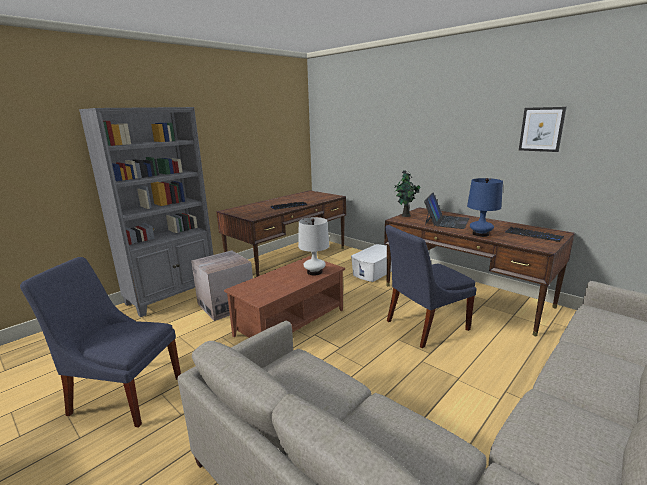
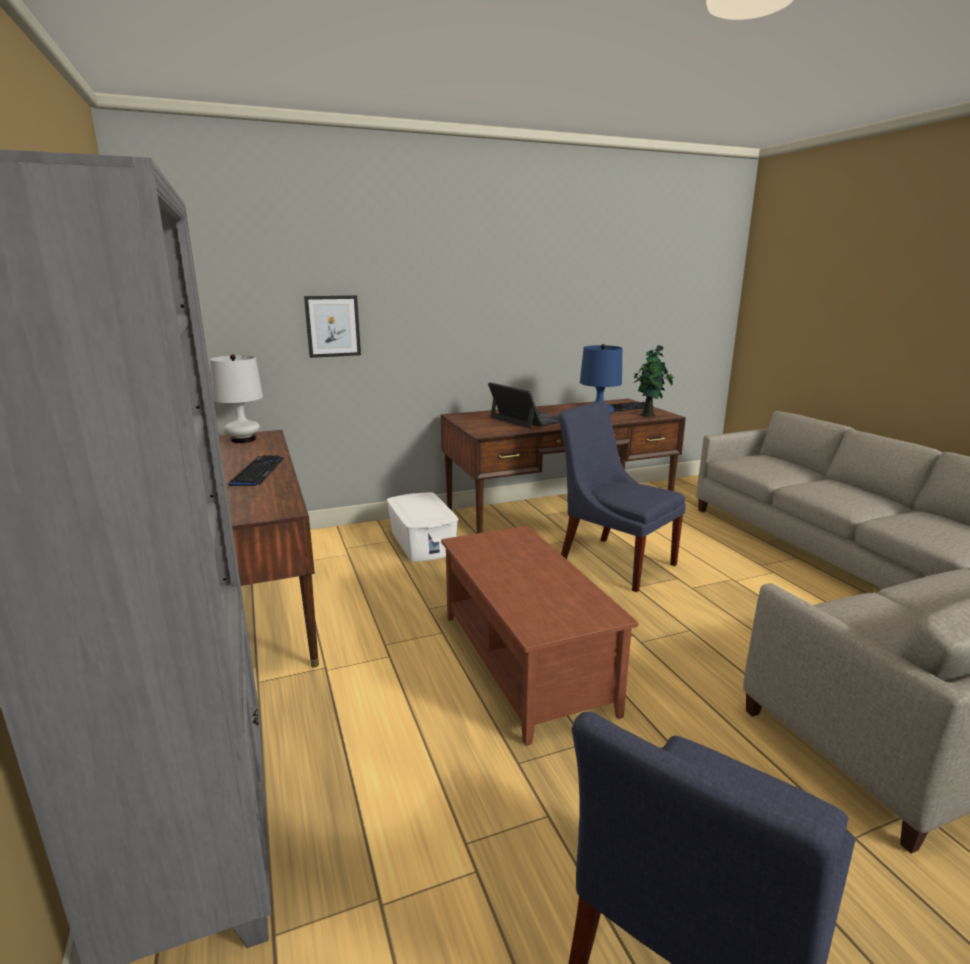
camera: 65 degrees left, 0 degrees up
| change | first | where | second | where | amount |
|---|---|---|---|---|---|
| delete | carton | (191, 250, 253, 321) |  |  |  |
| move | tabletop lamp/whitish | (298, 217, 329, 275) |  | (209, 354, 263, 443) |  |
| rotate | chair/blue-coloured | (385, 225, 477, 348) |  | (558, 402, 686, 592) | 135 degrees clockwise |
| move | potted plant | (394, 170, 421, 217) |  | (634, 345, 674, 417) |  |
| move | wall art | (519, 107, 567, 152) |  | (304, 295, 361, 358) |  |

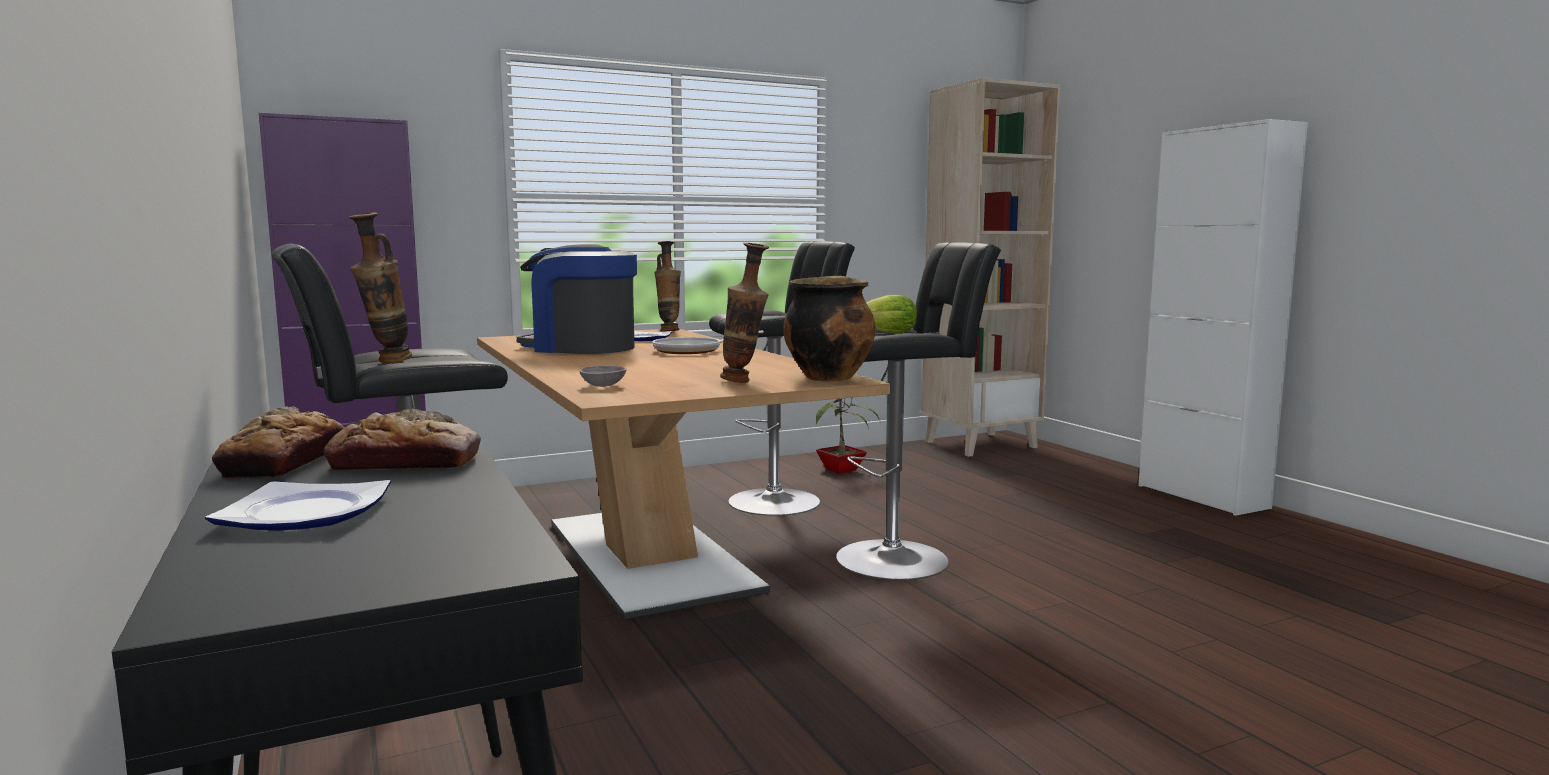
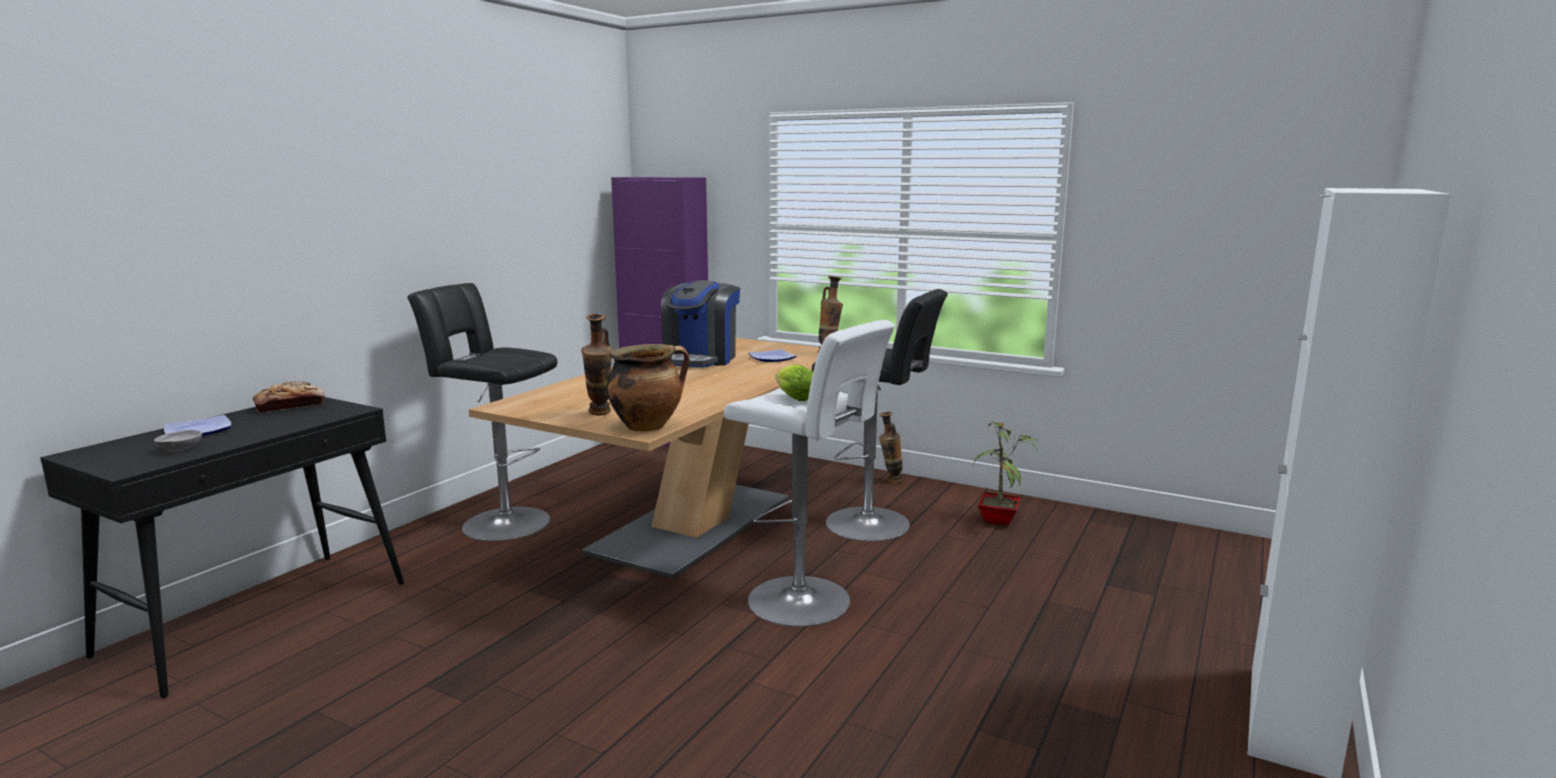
camera: 55 degrees right, 5 degrees up
| change | first | where | second | where | amount |
|---|---|---|---|---|---|
| delete | bakery bread | (323, 409, 481, 471) |  |  |  |
| move | flower vase | (349, 212, 412, 363) |  | (879, 412, 903, 483) |  |
| rotate | coffee maker | (517, 244, 637, 354) |  | (661, 280, 740, 368) | 150 degrees counterclockwise |
| move | deep dish/grey | (579, 366, 627, 387) |  | (154, 430, 202, 451) |  |
| delete | skillet | (652, 331, 764, 354) |  |  |  |
| recolor | stool/black-coloured | (836, 242, 1001, 580) | stool/whitish | (724, 320, 895, 627) |  |
| delete | bookshelf/sand-coloured | (922, 78, 1060, 457) |  |  |  |

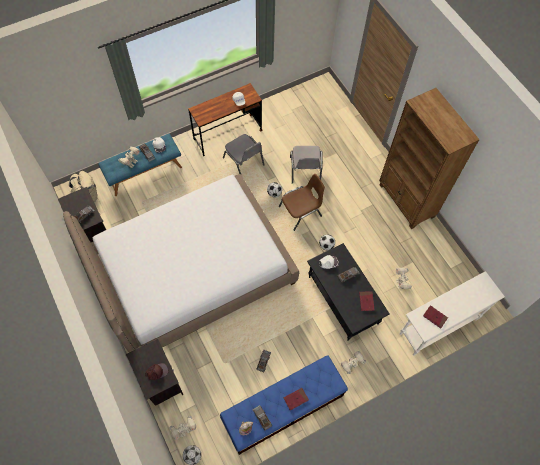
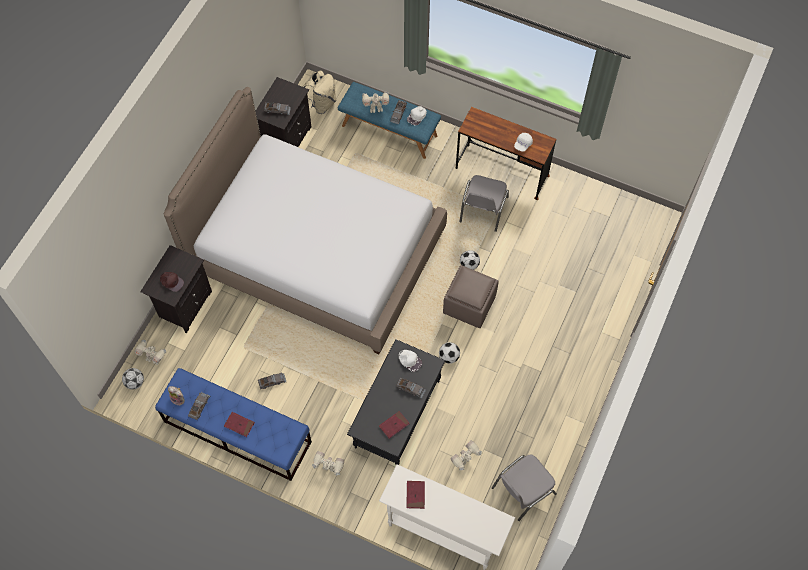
camera: 55 degrees right, 0 degrees up
| change | first | where | second | where | amount |
|---|---|---|---|---|---|
| replace | chair/brown | (279, 174, 325, 231) | ottoman/brown | (443, 265, 499, 328) |  |
| move | chair/grey | (290, 146, 323, 184) |  | (492, 454, 557, 521) |  |
| delete | bookshelf/brown | (379, 88, 480, 229) |  |  |  |

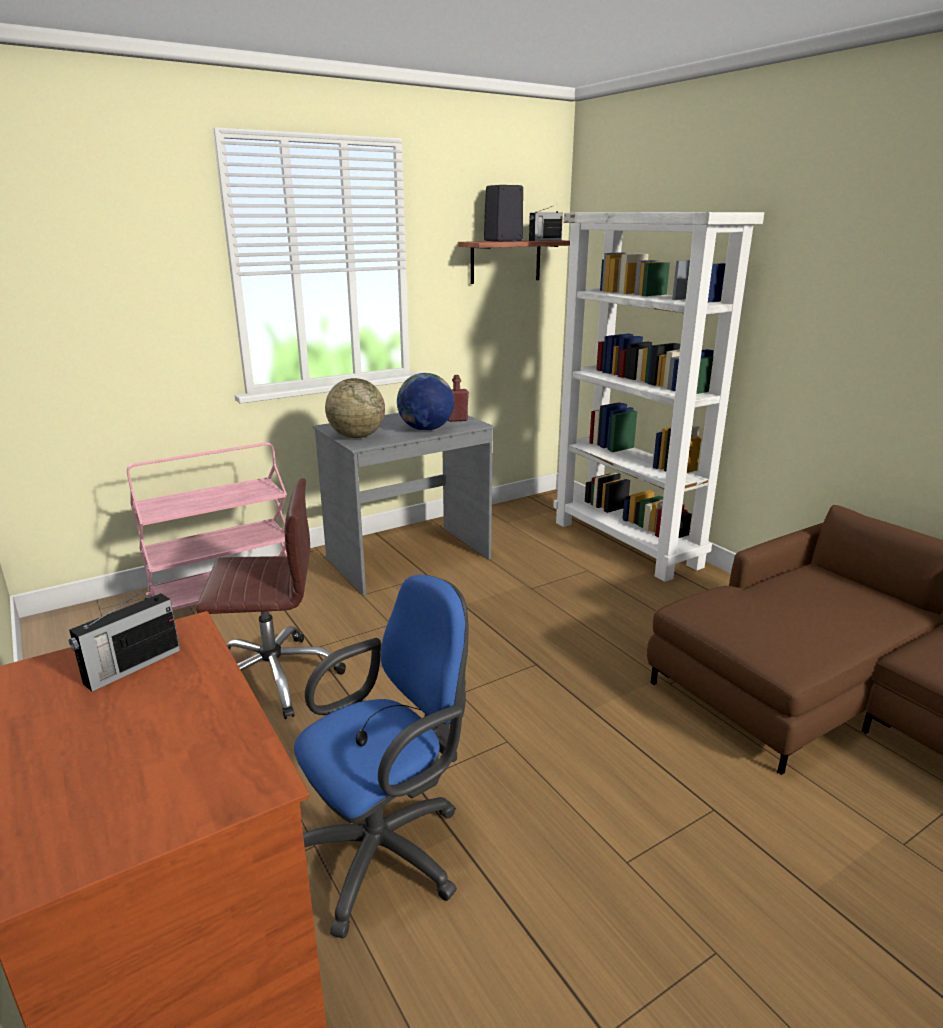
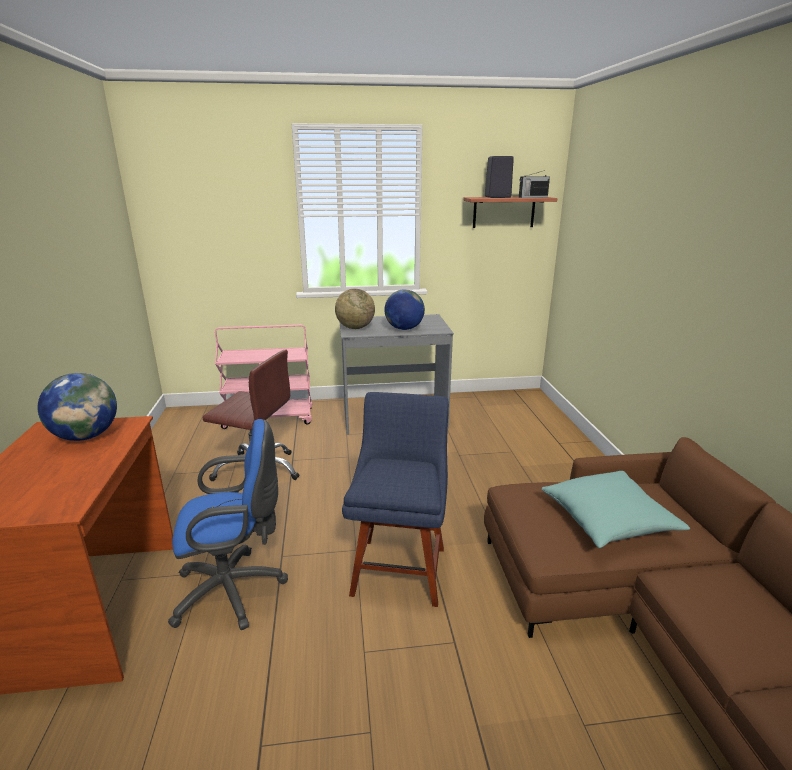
camera: 25 degrees right, 0 degrees up
| change | first | where | second | where | amount |
|---|---|---|---|---|---|
| replace | radio receiver | (69, 585, 180, 692) | world globe | (38, 373, 117, 441) |  |
| delete | beverage bottle/red-coloured | (448, 375, 469, 422) |  |  |  |
| delete | bookshelf/whitish | (553, 212, 764, 582) |  |  |  |
| insert |  |  | chair/blue-coloured | (342, 392, 449, 607) |  |
| insert |  |  | cushion/turquoise-coloured | (541, 471, 690, 548) |  |

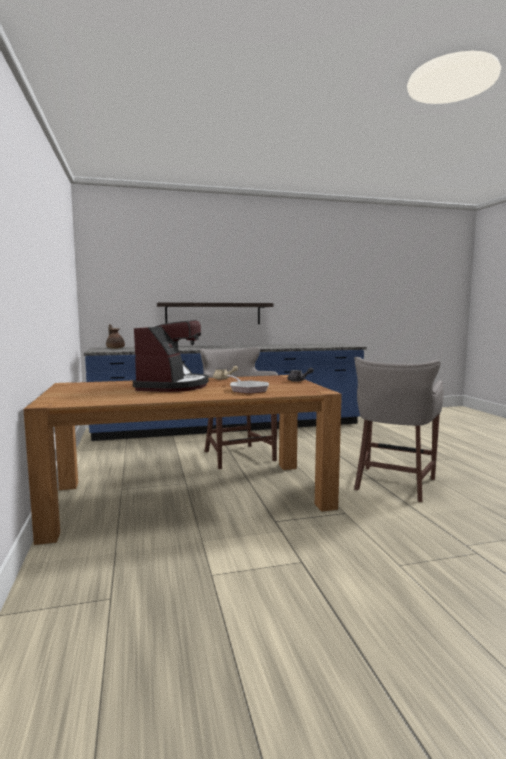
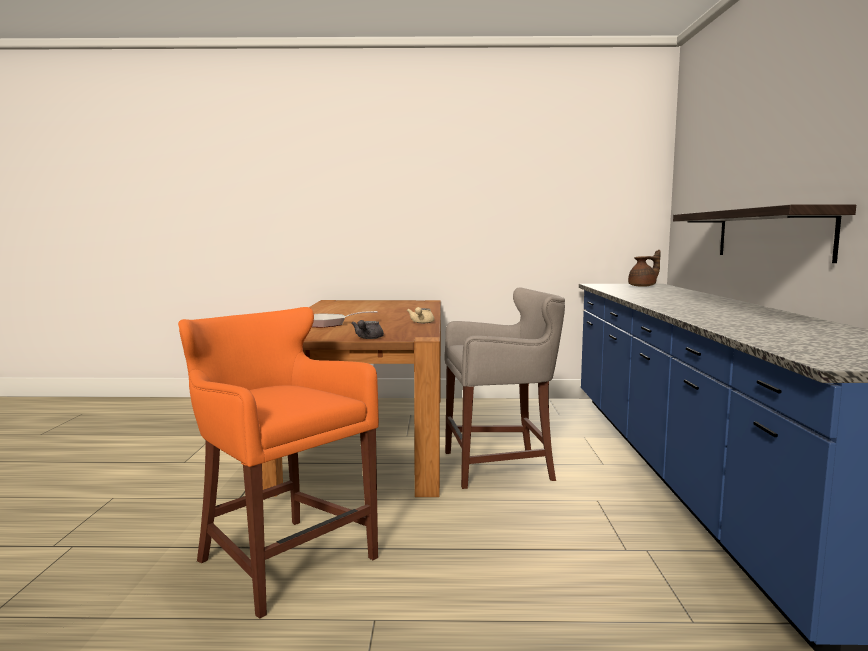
camera: 105 degrees right, 0 degrees up
| change | first | where | second | where | amount |
|---|---|---|---|---|---|
| delete | coffee maker | (133, 320, 209, 392) |  |  |  |
| recolor | stool/grey | (354, 357, 444, 502) | stool/orangey | (178, 307, 379, 619) |  |

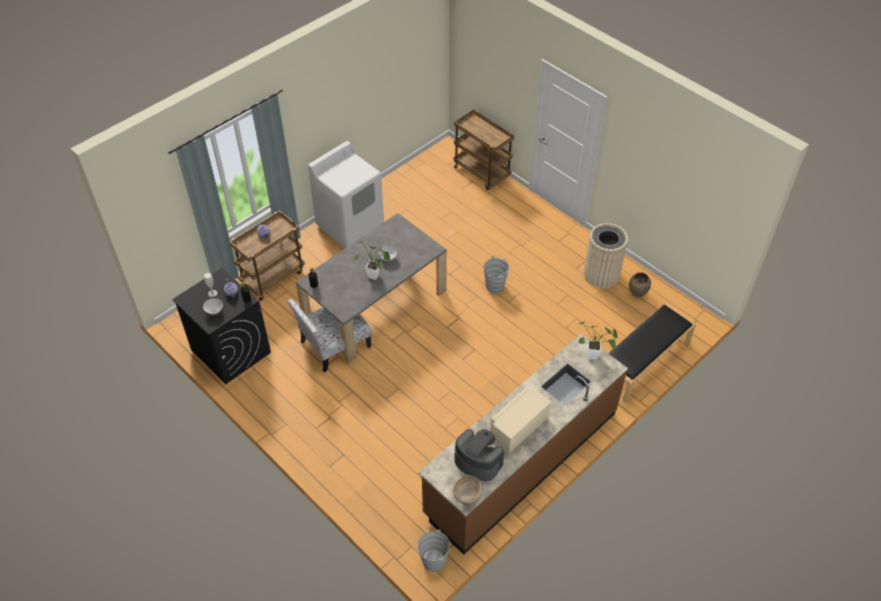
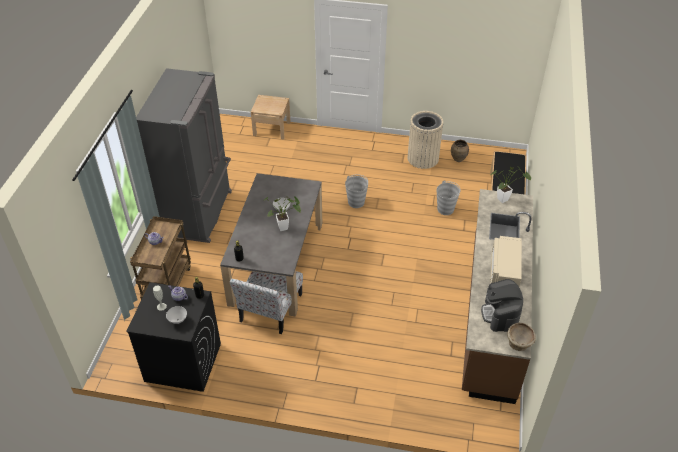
camera: 35 degrees left, 5 degrees down
| change | first | where | second | where | amount |
|---|---|---|---|---|---|
| replace | laundry machine/whitish | (308, 141, 384, 248) | fridge/grey | (136, 68, 232, 243) |  |
| move | water bucket/grey | (418, 529, 450, 572) |  | (437, 180, 461, 215) |  |
| replace | trolley/brown | (453, 109, 514, 190) | nightstand/sand-coloured | (251, 95, 291, 140) |  |
| rotate | coffee maker | (455, 429, 504, 481) |  | (481, 279, 523, 332) | 90 degrees counterclockwise |

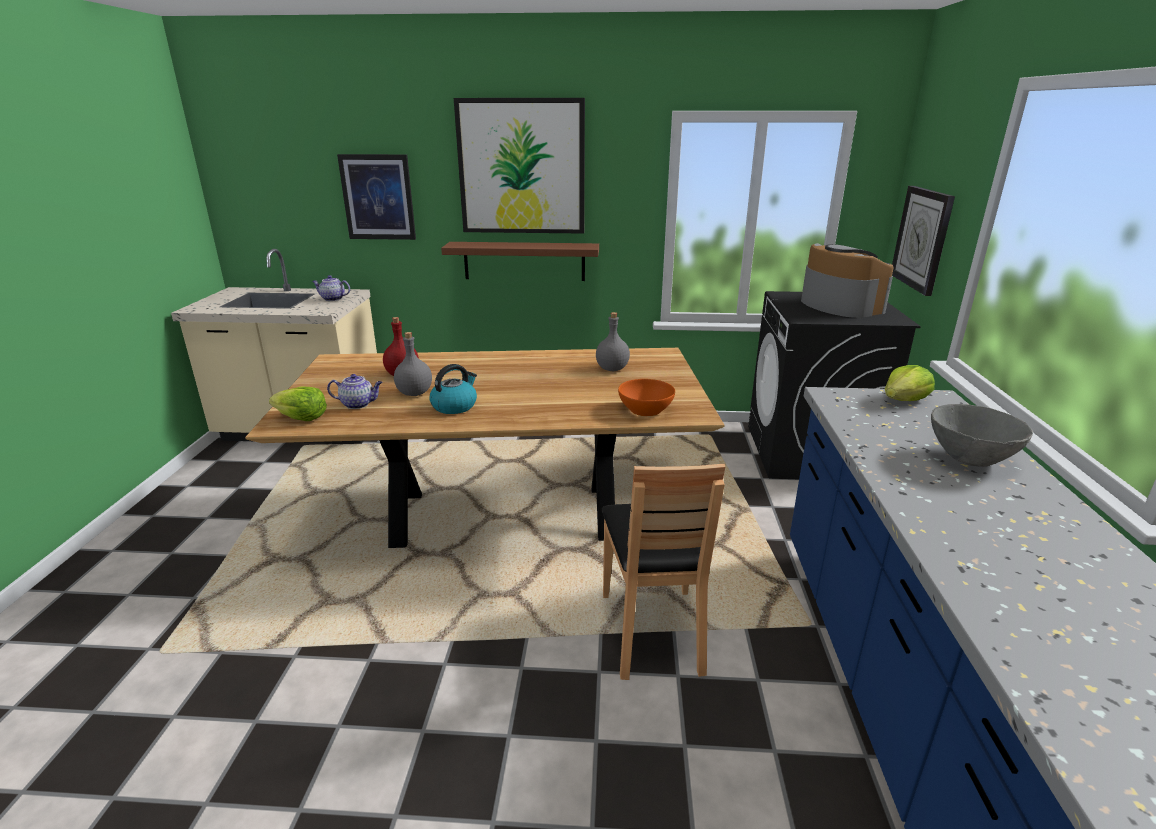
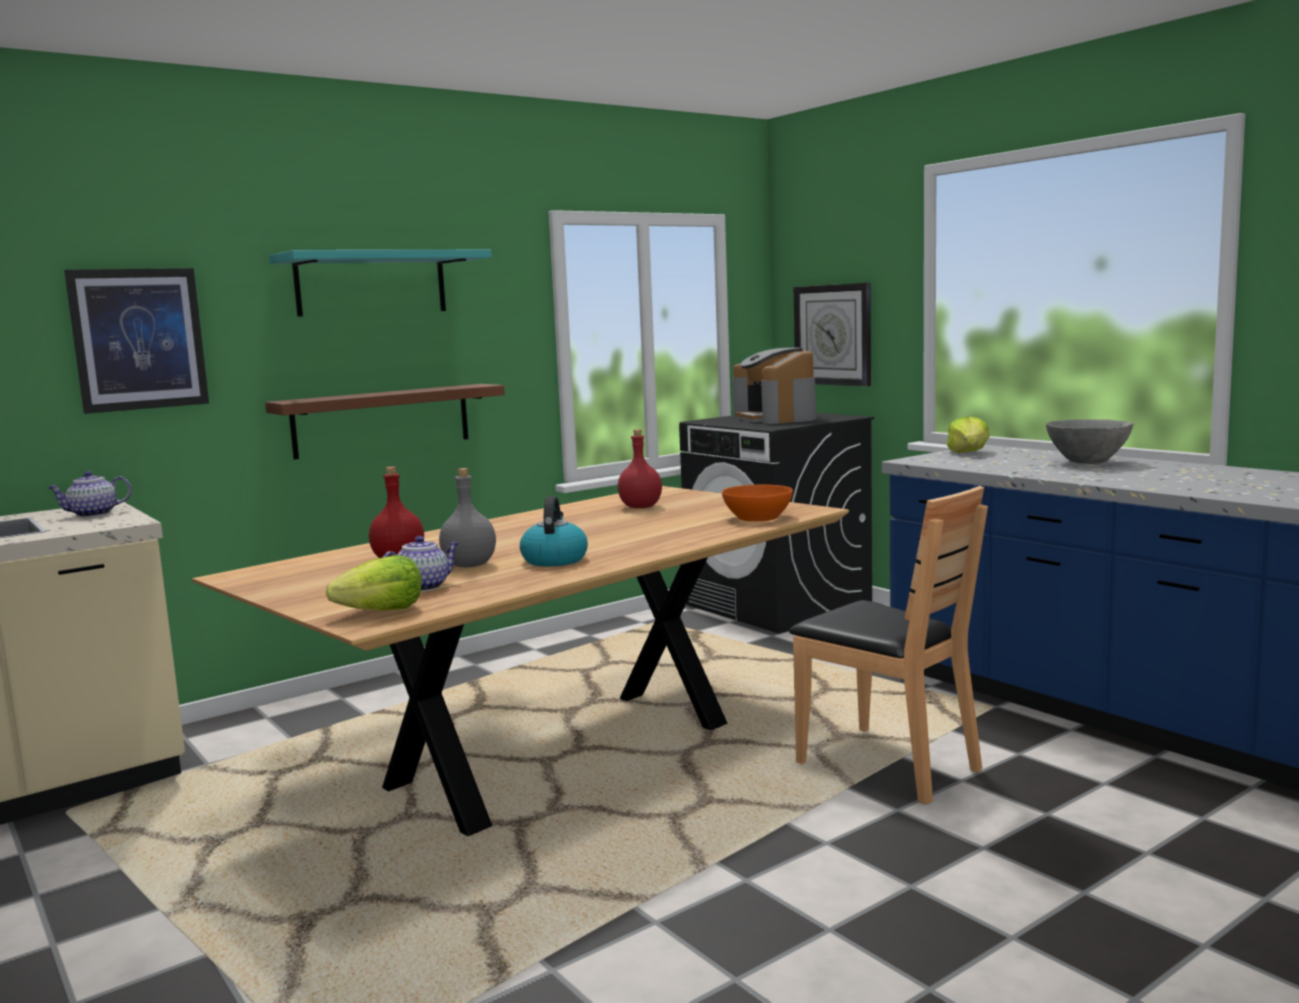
camera: 40 degrees left, 15 degrees down
| change | first | where | second | where | amount |
|---|---|---|---|---|---|
| replace | wall art | (454, 98, 585, 234) | bracket shelf/turquoise-coloured | (269, 250, 492, 317) |  |
| recolor | beverage bottle/grey | (596, 312, 630, 371) | beverage bottle/red-coloured | (618, 430, 662, 508) |  |
| rotate | coffee maker | (801, 243, 894, 318) |  | (732, 348, 816, 424) | 135 degrees counterclockwise |

